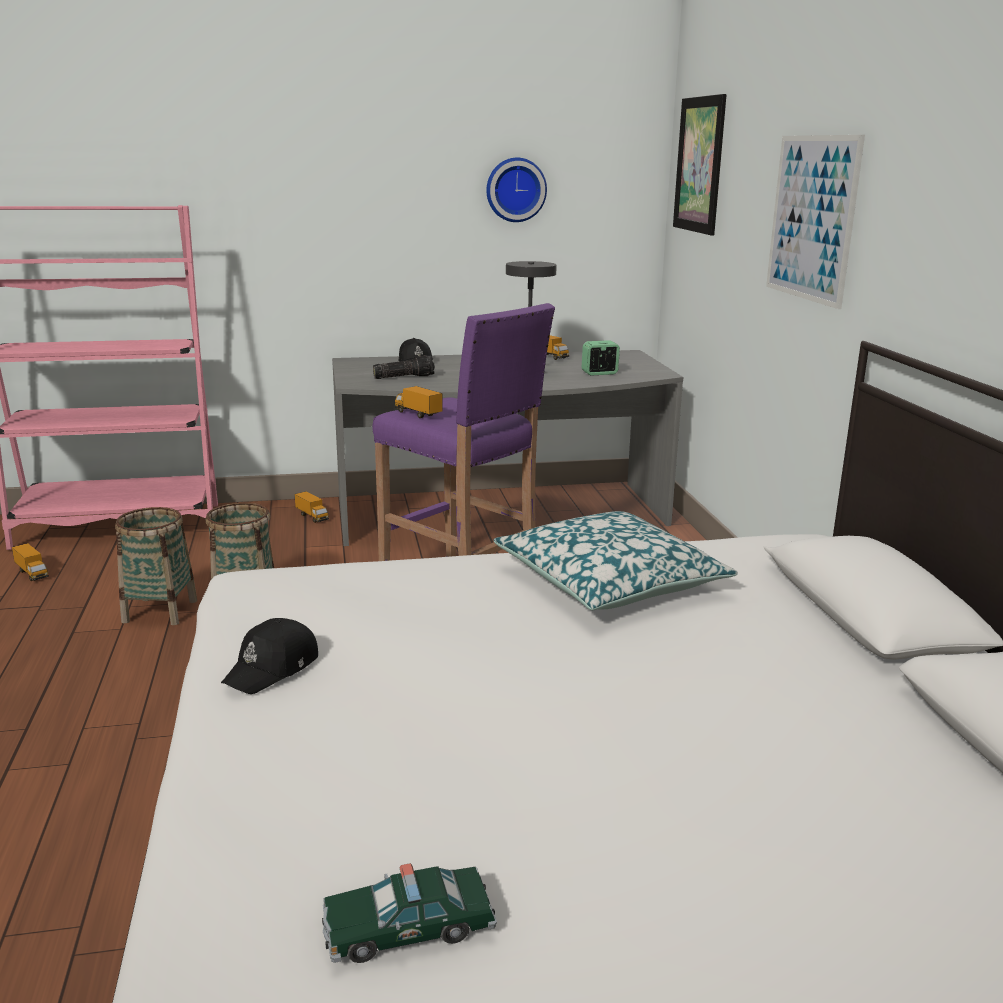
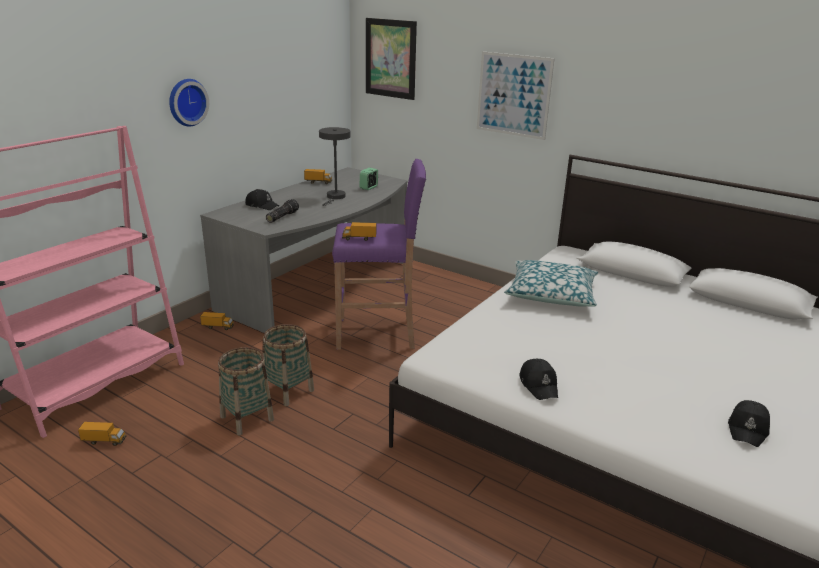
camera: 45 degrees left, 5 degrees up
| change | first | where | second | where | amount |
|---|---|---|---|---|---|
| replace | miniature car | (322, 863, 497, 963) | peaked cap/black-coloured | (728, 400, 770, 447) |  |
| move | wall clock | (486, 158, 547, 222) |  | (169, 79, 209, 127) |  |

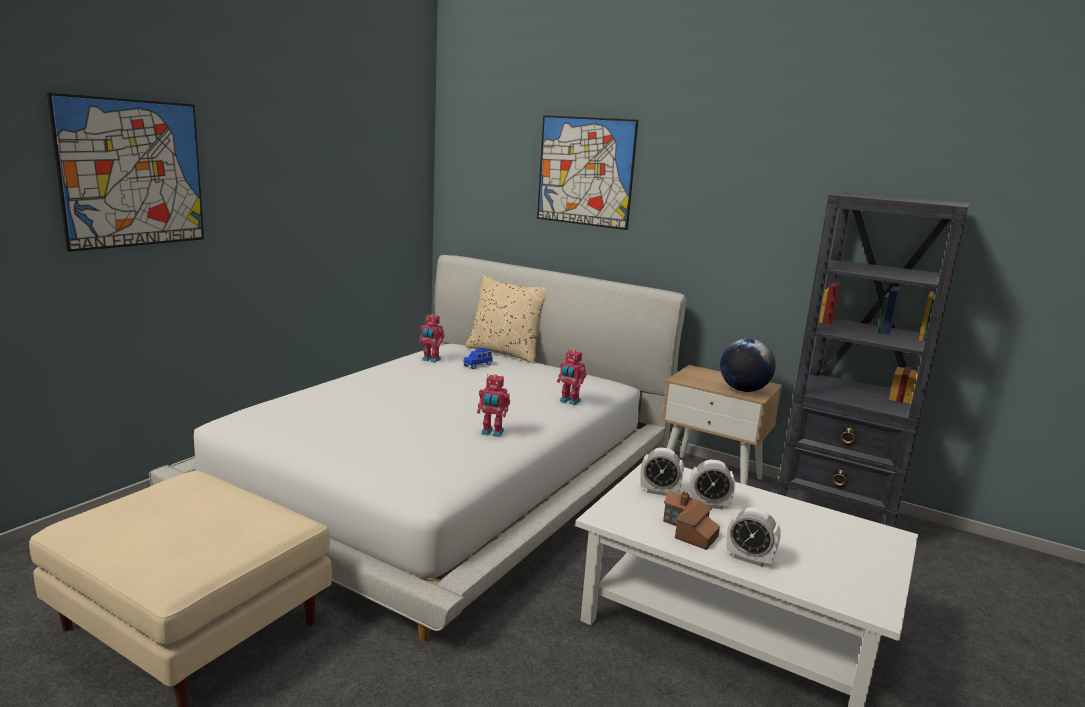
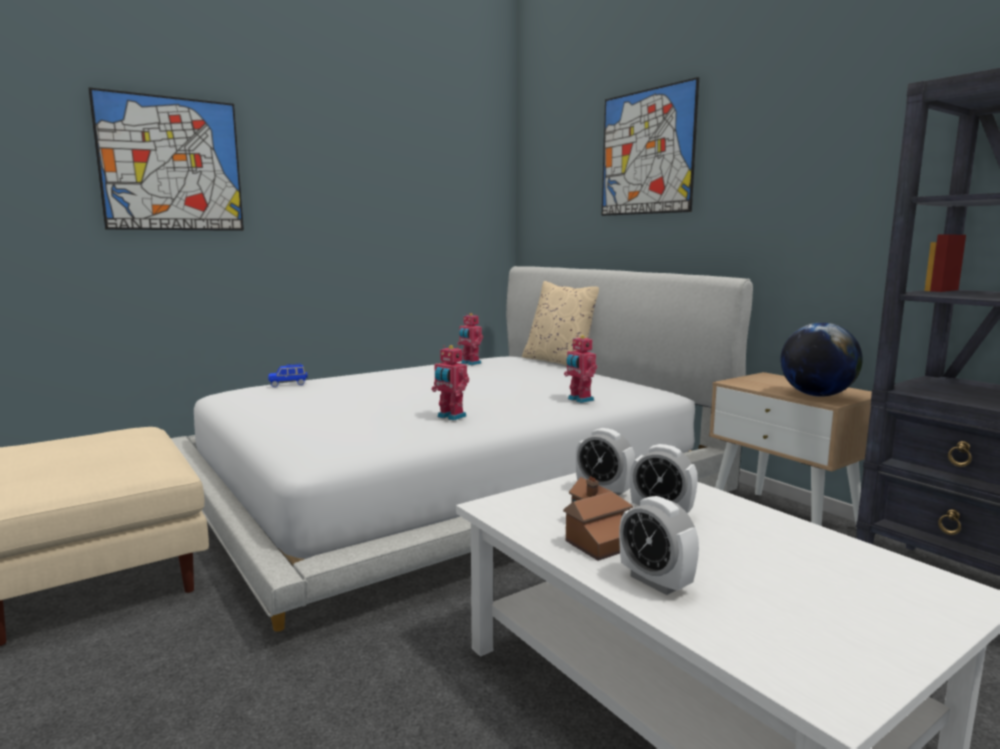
camera: 25 degrees right, 5 degrees down
| change | first | where | second | where | amount |
|---|---|---|---|---|---|
| move | miniature car/blue-coloured | (463, 348, 492, 369) |  | (268, 364, 308, 387) |  |

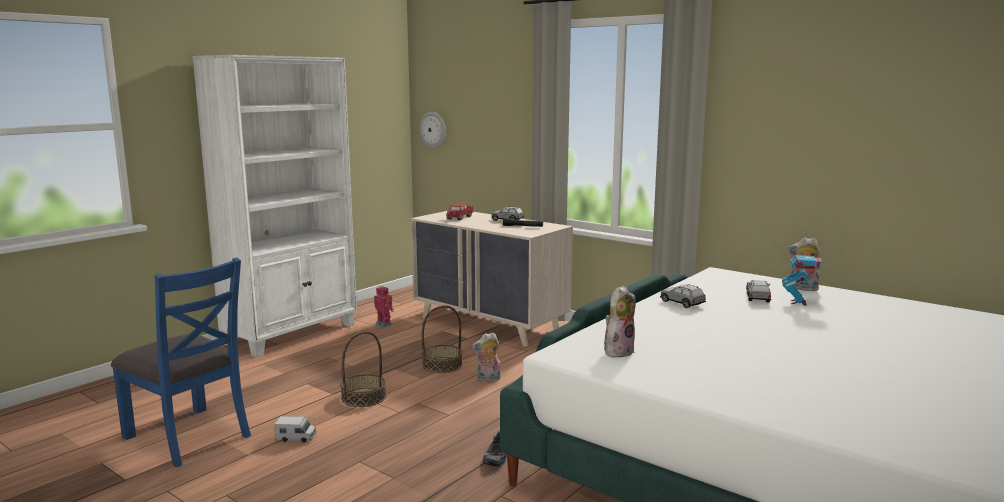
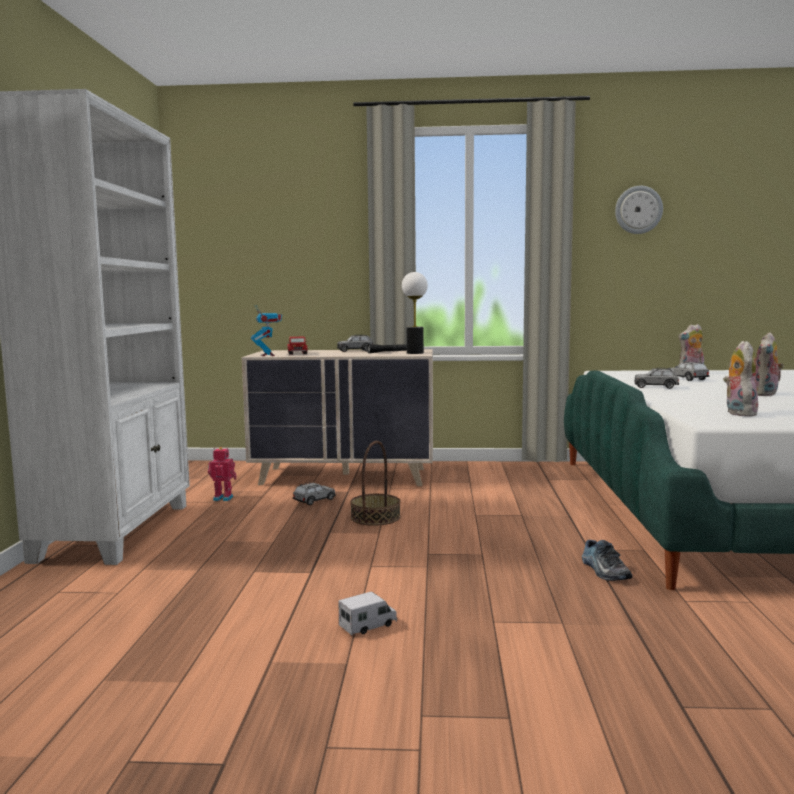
camera: 35 degrees left, 5 degrees down
| change | first | where | second | where | amount |
|---|---|---|---|---|---|
| delete | chair/blue-coloured | (111, 258, 251, 468) |  |  |  |
| delete | storage basket | (341, 331, 386, 407) |  |  |  |
| move | wall clock | (419, 112, 446, 148) |  | (615, 186, 663, 234) |  |
| move | plush toy | (472, 332, 501, 382) |  | (756, 332, 784, 396) |  |
| move | model robot | (782, 246, 822, 306) |  | (251, 305, 282, 356) |  |
| insert |  |  | miniature car/grey | (293, 482, 336, 505) |  |
| insert |  |  | tabletop lamp | (402, 272, 428, 354) |  |

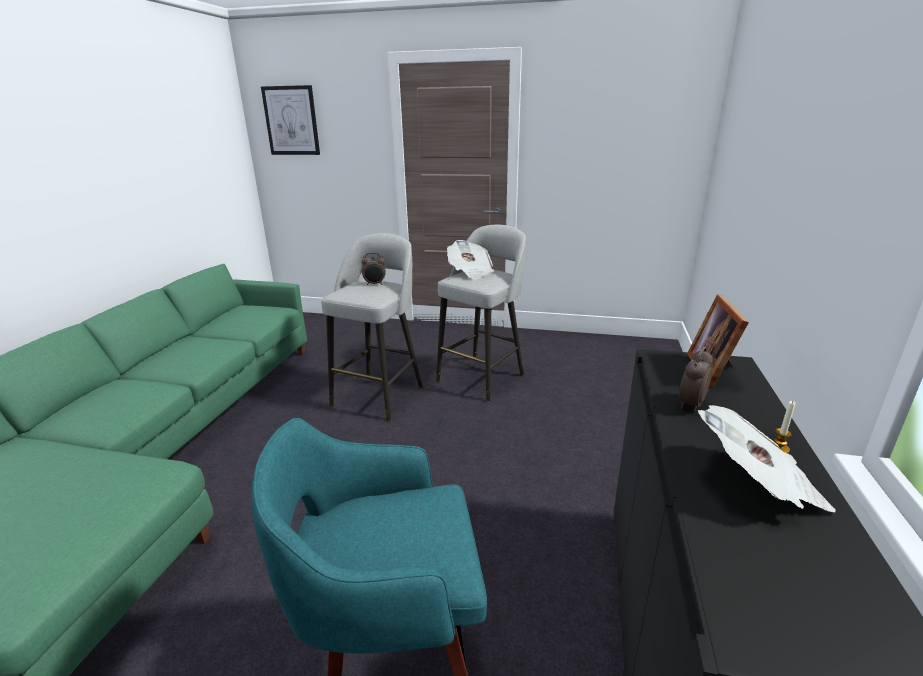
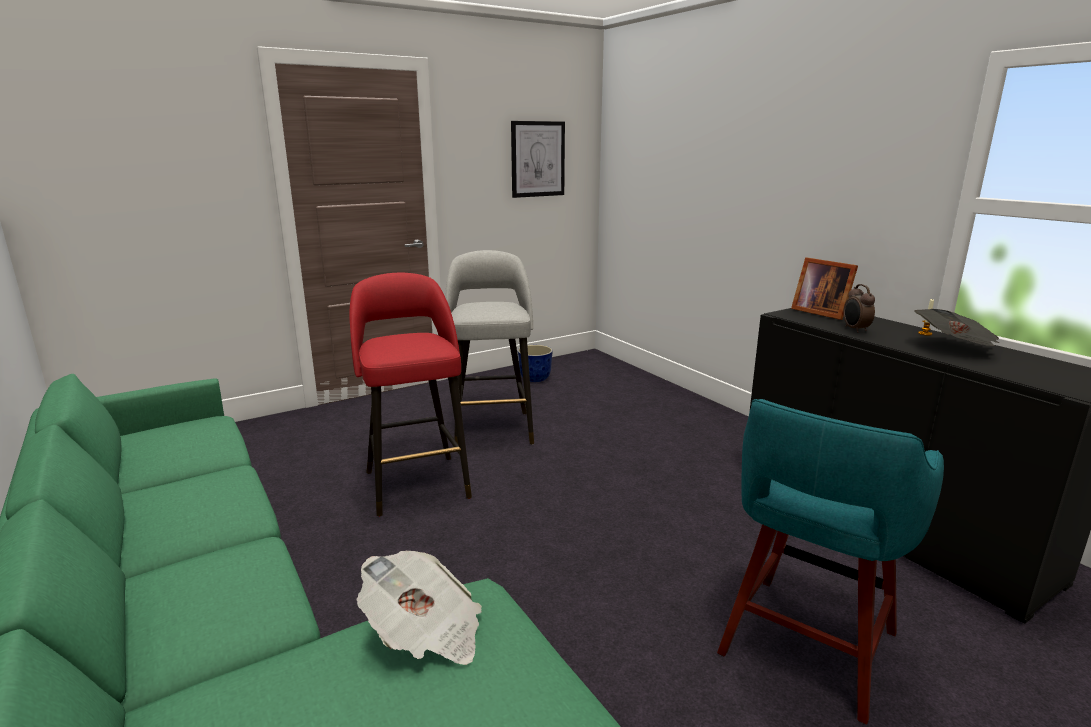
camera: 45 degrees left, 5 degrees down
| change | first | where | second | where | amount |
|---|---|---|---|---|---|
| move | wall art | (261, 85, 320, 155) |  | (511, 121, 565, 198) |  |
| recolor | stool/grey | (321, 233, 423, 421) | stool/red-coloured | (349, 273, 472, 517) |  |
| delete | bedside clock | (362, 252, 386, 285) |  |  |  |
| move | newspaper | (447, 240, 494, 280) |  | (356, 551, 482, 665) |  |
| insert |  |  | flower pot | (518, 345, 553, 382) |  |

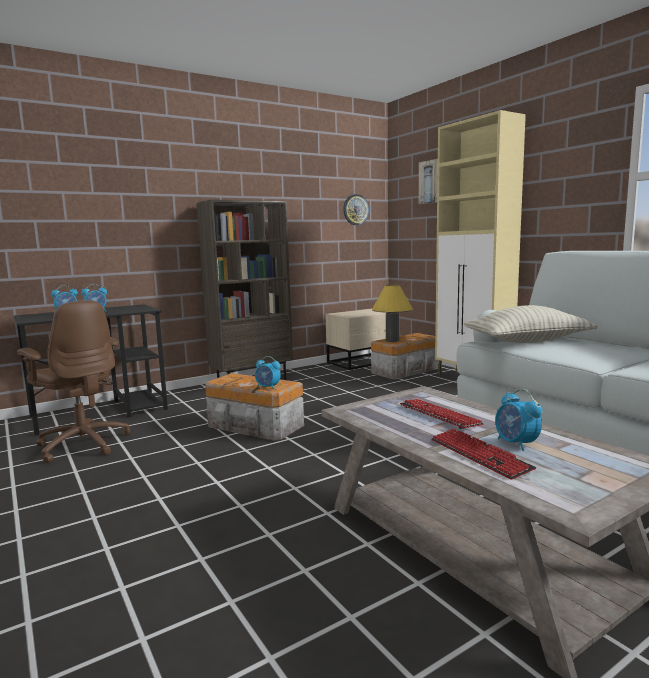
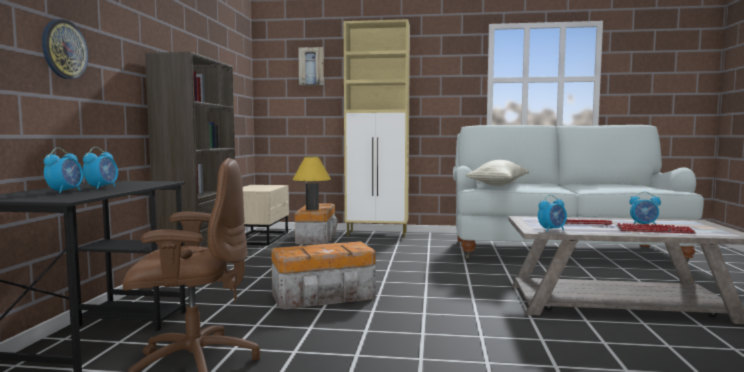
camera: 50 degrees left, 5 degrees down
| change | first | where | second | where | amount |
|---|---|---|---|---|---|
| move | bedside clock | (255, 356, 281, 389) |  | (538, 195, 567, 232) |  |
| move | wall clock | (343, 194, 369, 225) |  | (42, 19, 88, 79) |  |

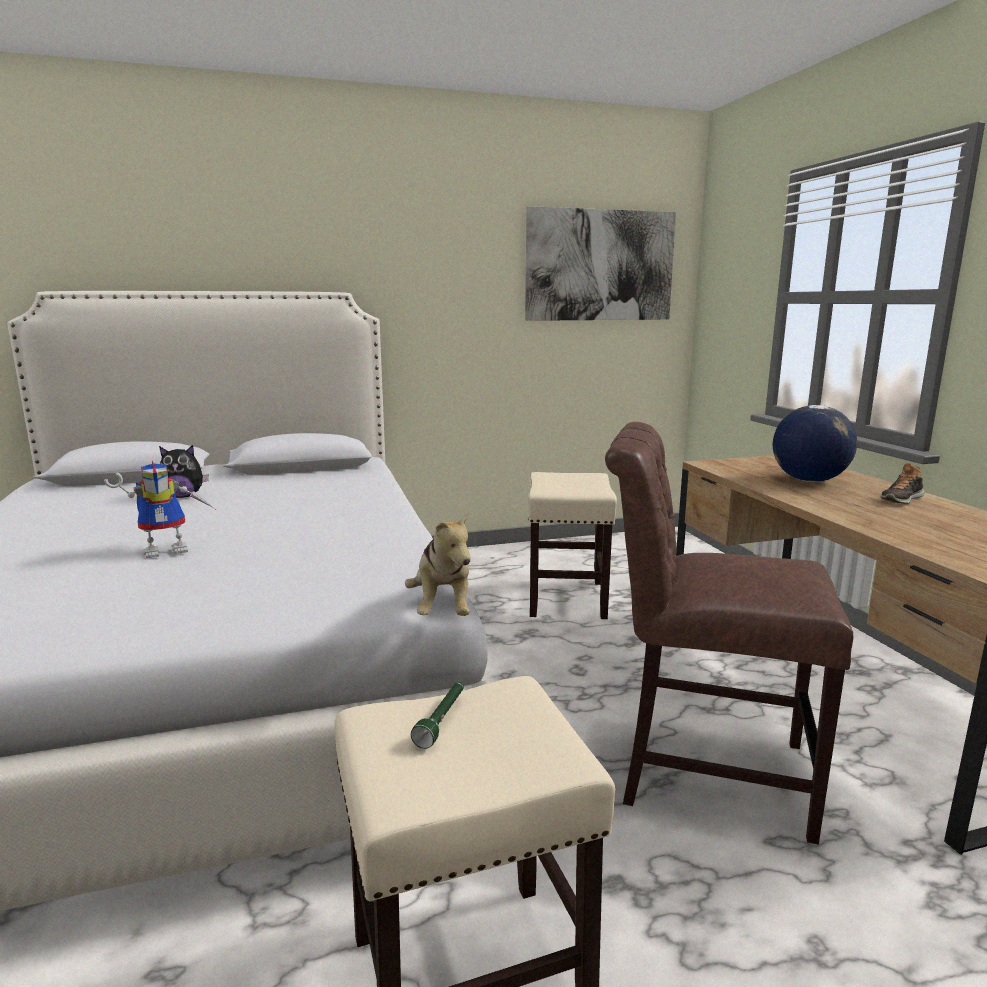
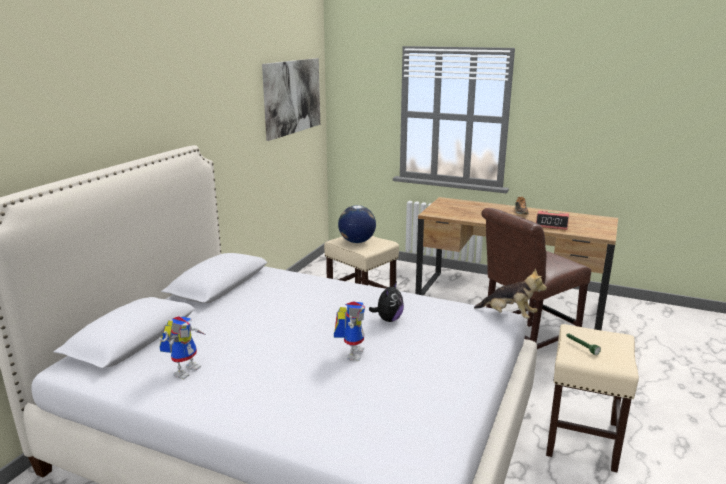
camera: 50 degrees left, 5 degrees up
| change | first | where | second | where | amount |
|---|---|---|---|---|---|
| move | plush toy | (159, 445, 209, 498) |  | (369, 282, 404, 322) |  |
| move | world globe | (773, 405, 857, 482) |  | (338, 205, 376, 243) |  |
| insert |  |  | model robot | (159, 316, 206, 379) |  |
| insert |  |  | bedside clock | (536, 211, 569, 230) |  |

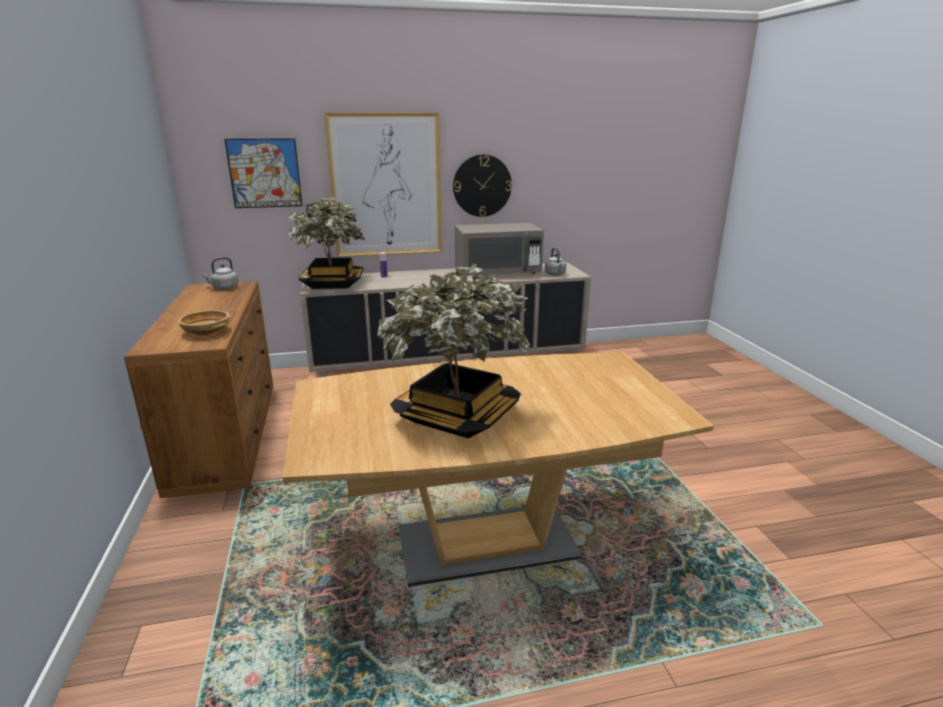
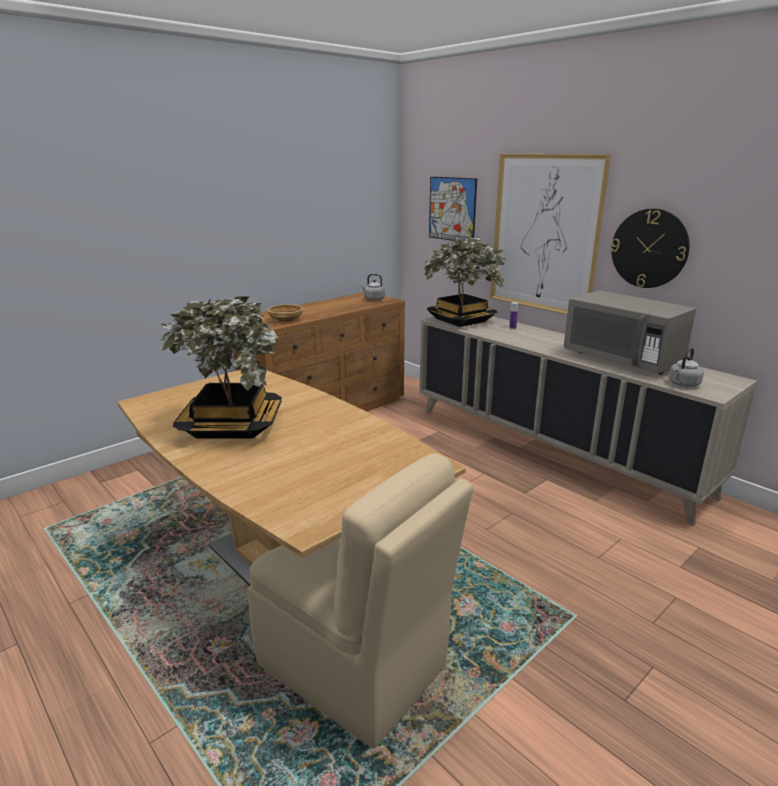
camera: 60 degrees right, 0 degrees up
| change | first | where | second | where | amount |
|---|---|---|---|---|---|
| insert |  |  | chair/sand-coloured | (248, 454, 473, 748) |  |

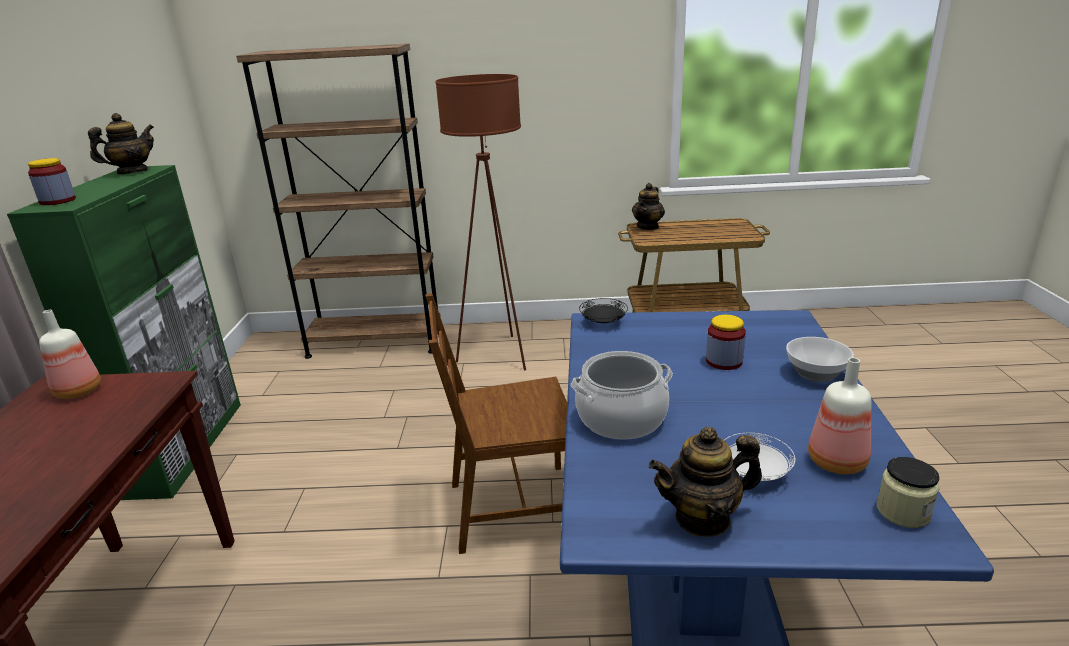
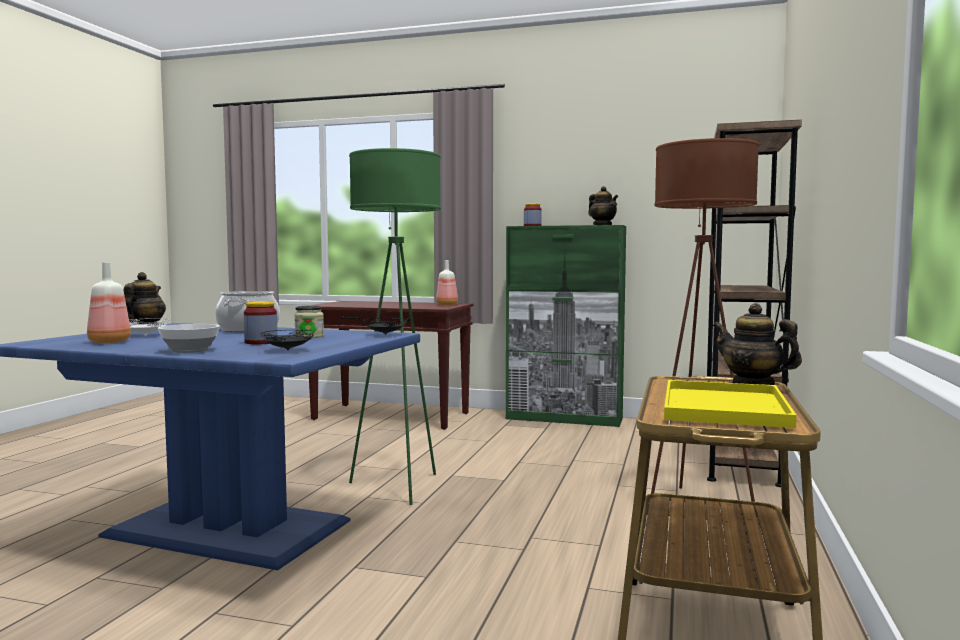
camera: 105 degrees right, 20 degrees down
| change | first | where | second | where | amount |
|---|---|---|---|---|---|
| replace | chair/brown | (426, 293, 567, 554) | standard lamp/green | (349, 148, 441, 505) |  |
| move | preserve jar | (877, 457, 940, 528) |  | (294, 306, 324, 338) |  |
| insert |  |  | plate/black-coloured | (260, 330, 315, 350) |  |
| insert |  |  | serving tray/yellow-coloured | (664, 380, 797, 428) |  |

